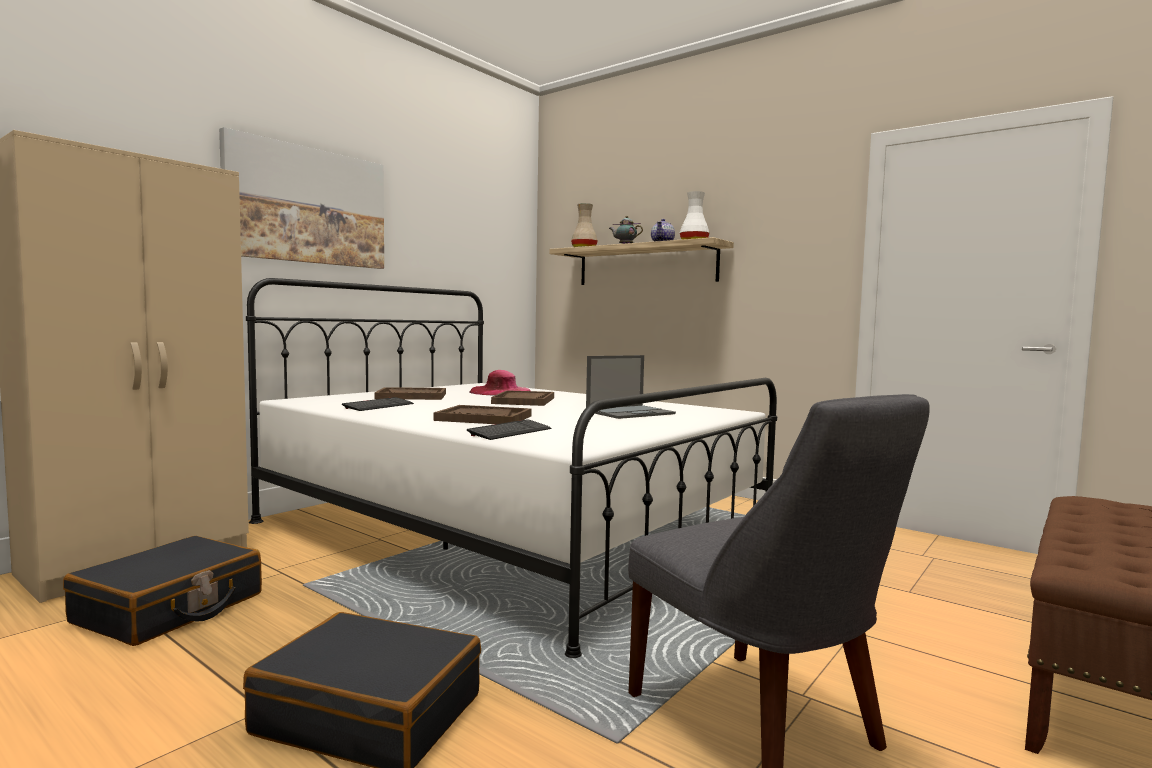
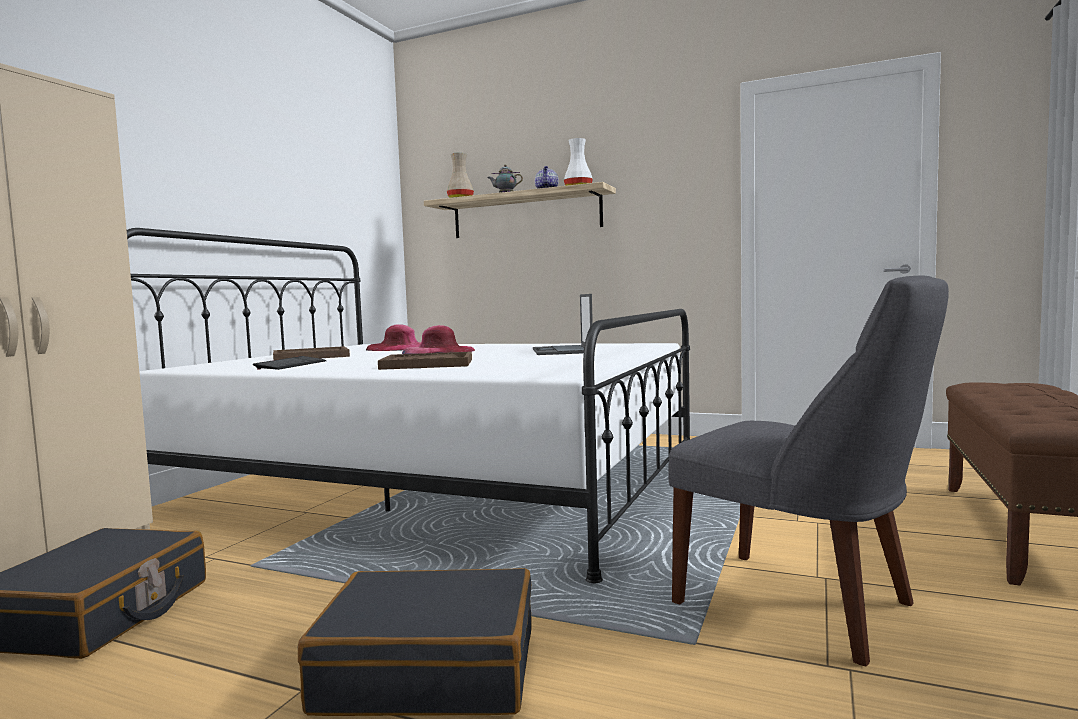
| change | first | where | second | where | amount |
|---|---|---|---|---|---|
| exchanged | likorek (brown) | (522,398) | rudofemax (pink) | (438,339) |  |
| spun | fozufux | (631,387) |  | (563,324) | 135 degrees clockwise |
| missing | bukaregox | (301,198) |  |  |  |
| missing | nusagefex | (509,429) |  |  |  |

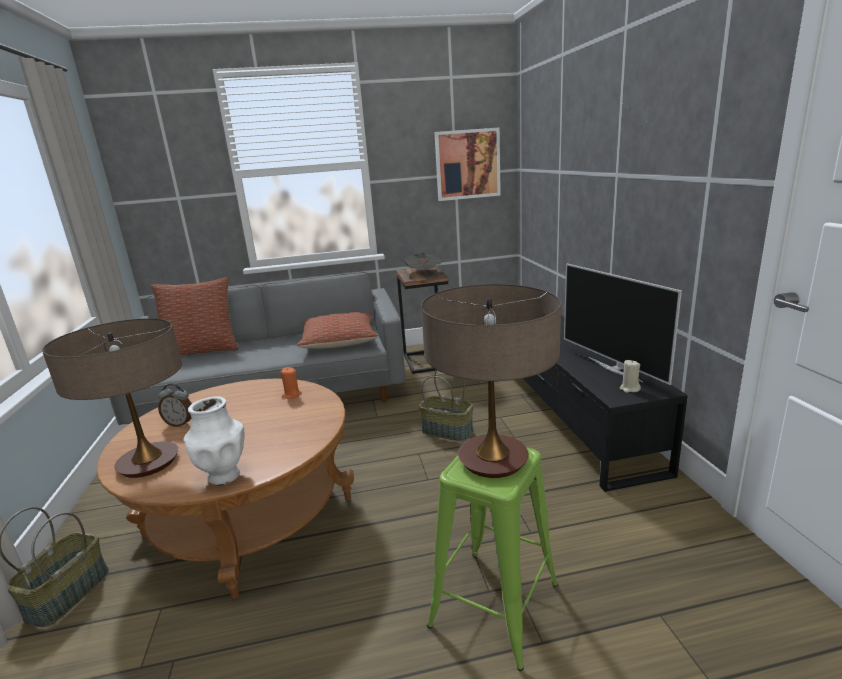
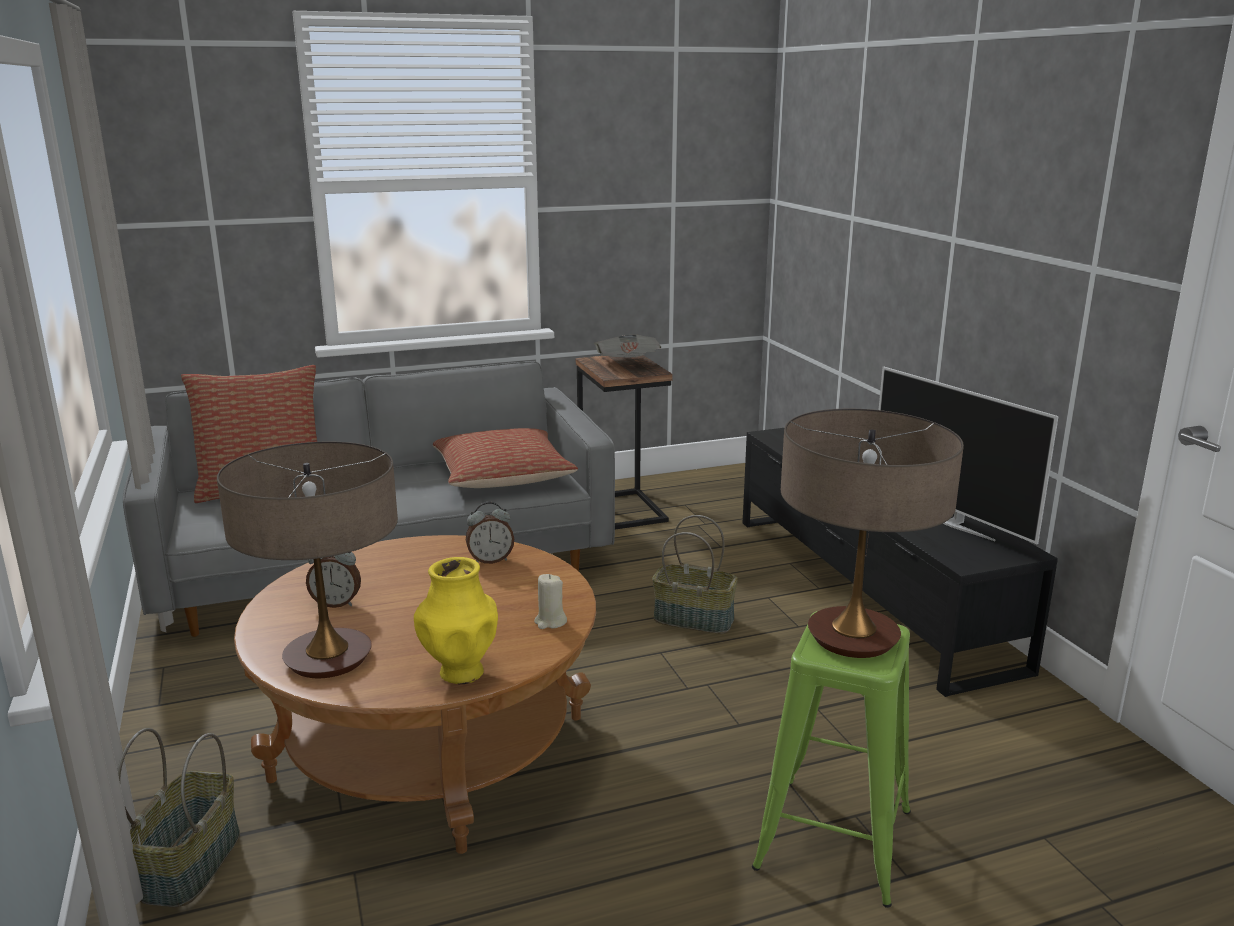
| change | first | where | second | where | amount |
|---|---|---|---|---|---|
| colour | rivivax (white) | (213,441) | rivivax (yellow) | (456,620) |  |
| exchanged | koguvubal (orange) | (291,383) | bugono | (490,533) |  |
| relocated | koguvubal (beige) | (630,376) |  | (550,601) |  |
| missing | bukaregox | (467,164) |  |  |  |

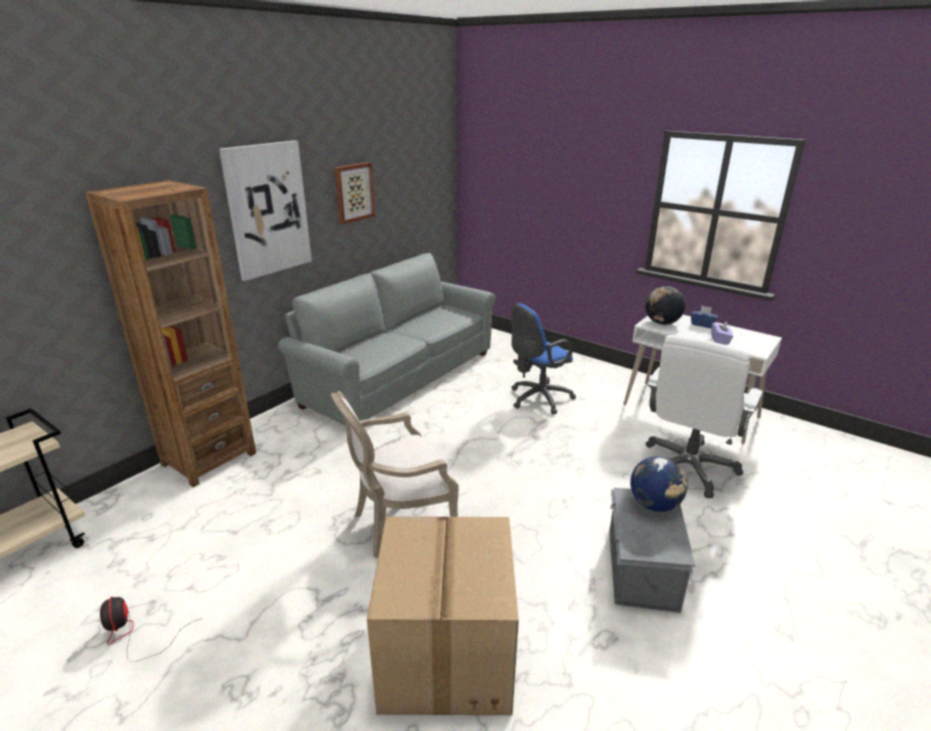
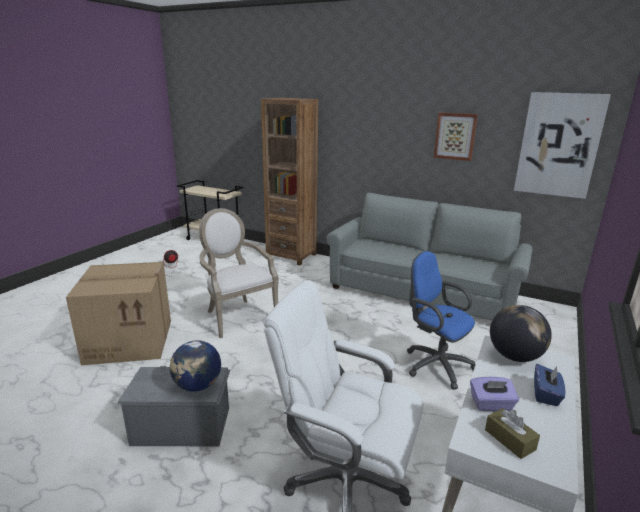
| change | first | where | second | where | amount |
|---|---|---|---|---|---|
| appeared |  |  | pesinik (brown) | (512,433) |  |
| relocated | bukaregox | (265,210) |  | (562,145) |  |

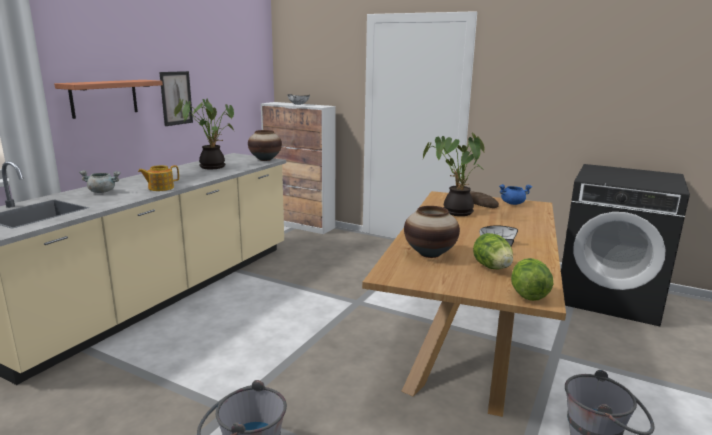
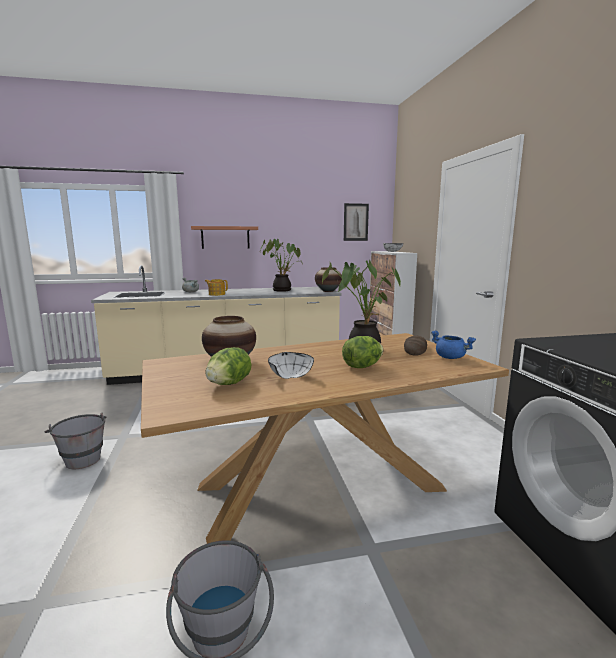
| change | first | where | second | where | amount |
|---|---|---|---|---|---|
| relocated | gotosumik | (532,279) |  | (362,352) |  |
| relocated | bukaregox | (176,98) |  | (356,222) |  |

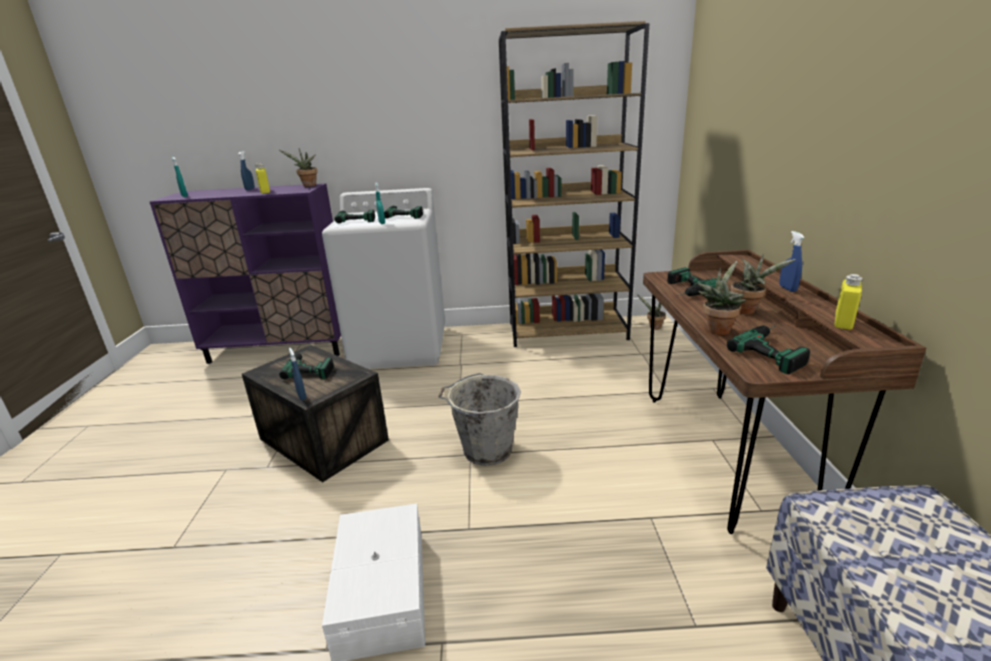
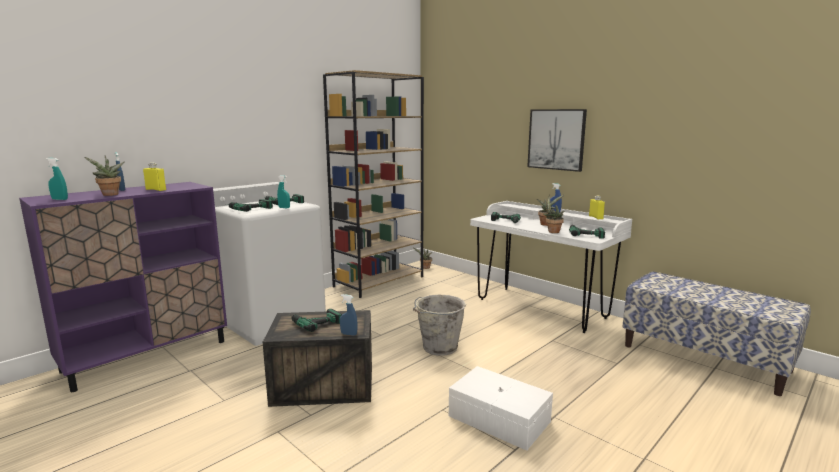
| change | first | where | second | where | amount |
|---|---|---|---|---|---|
| relocated | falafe | (298,168) |  | (104,176) |  |
| colour | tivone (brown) | (784,392) | tivone (white) | (551,267) |  |
| appeared |  |  | bukaregox | (557,140) |  |

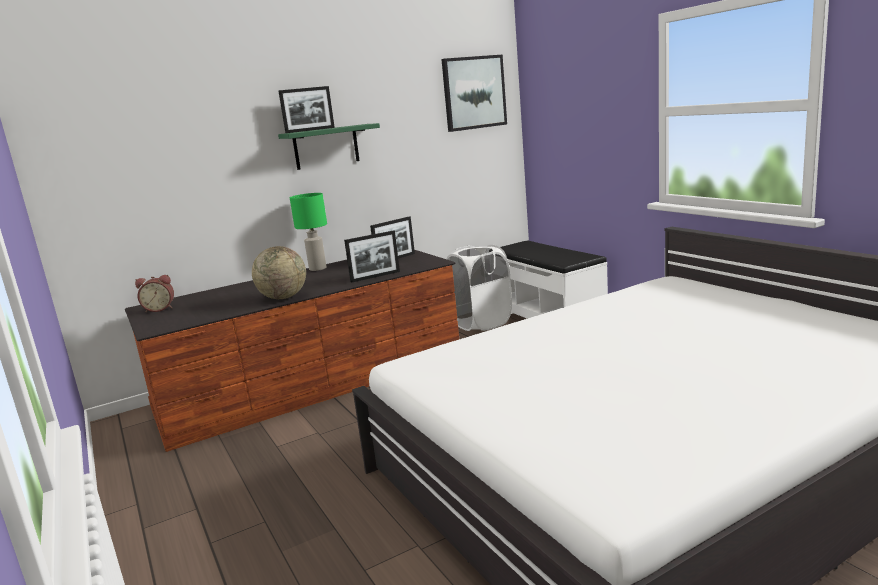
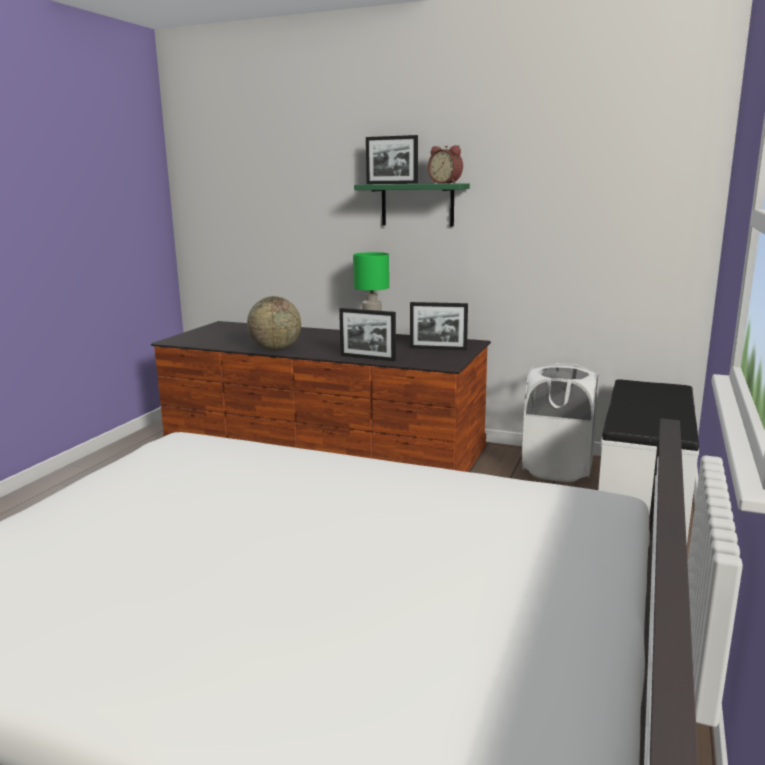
| change | first | where | second | where | amount |
|---|---|---|---|---|---|
| relocated | bugono | (154,293) |  | (445,164) |  |
| missing | bukaregox | (474,93) |  |  |  |

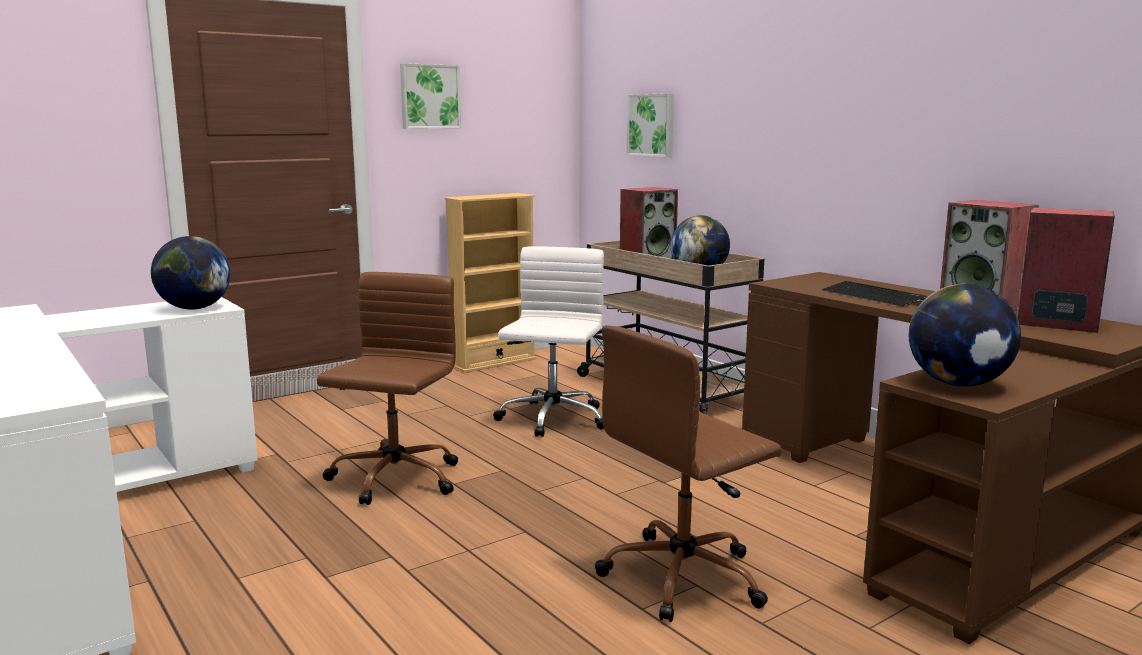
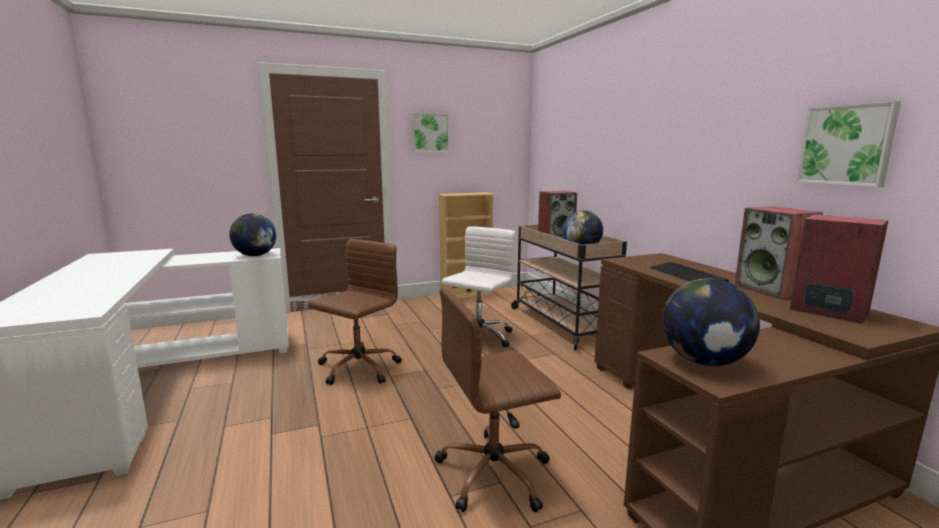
| change | first | where | second | where | amount |
|---|---|---|---|---|---|
| relocated | bukaregox | (650,125) |  | (849,144) |  |

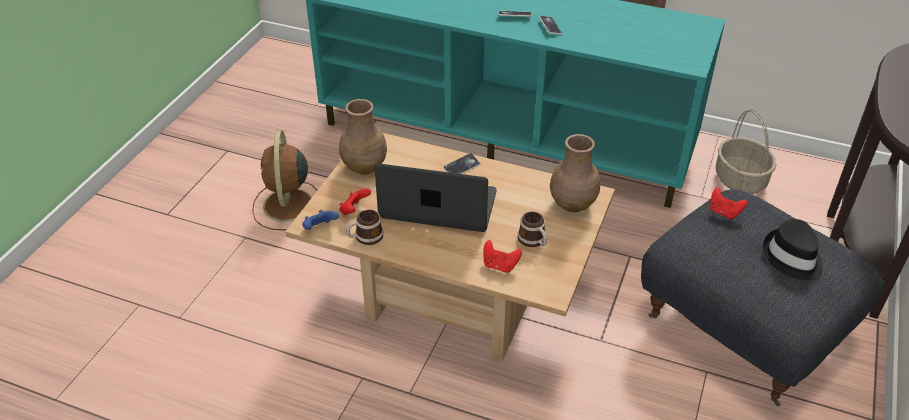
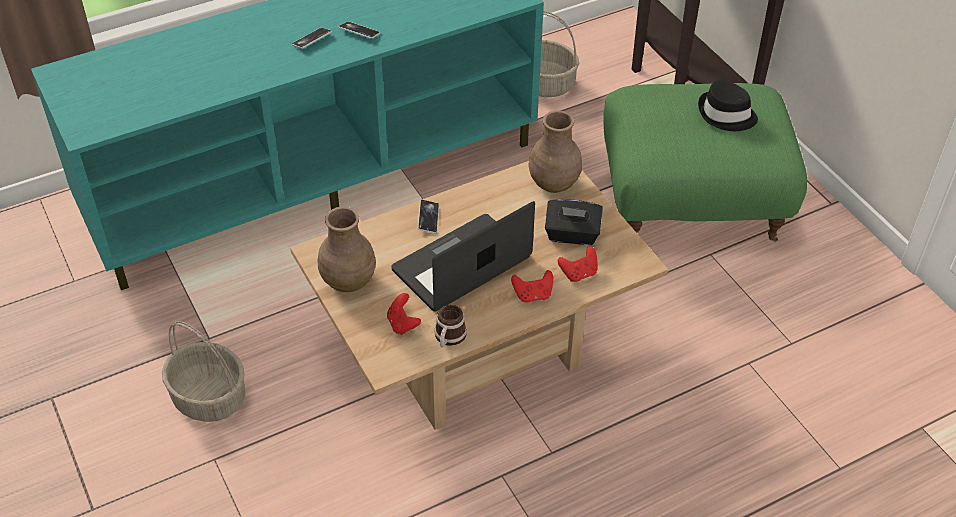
| change | first | where | second | where | amount |
|---|---|---|---|---|---|
| exchanged | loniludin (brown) | (284,180) | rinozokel | (203,371) |  |
| relocated | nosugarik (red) | (729,204) |  | (532,286) |  |
| exchanged | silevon | (532,229) | pesinik (black) | (574,222) |  |
| colour | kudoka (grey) | (762,298) | kudoka (green) | (705,162) |  |
| missing | nosugarik (blue) | (320,220) |  |  |  |

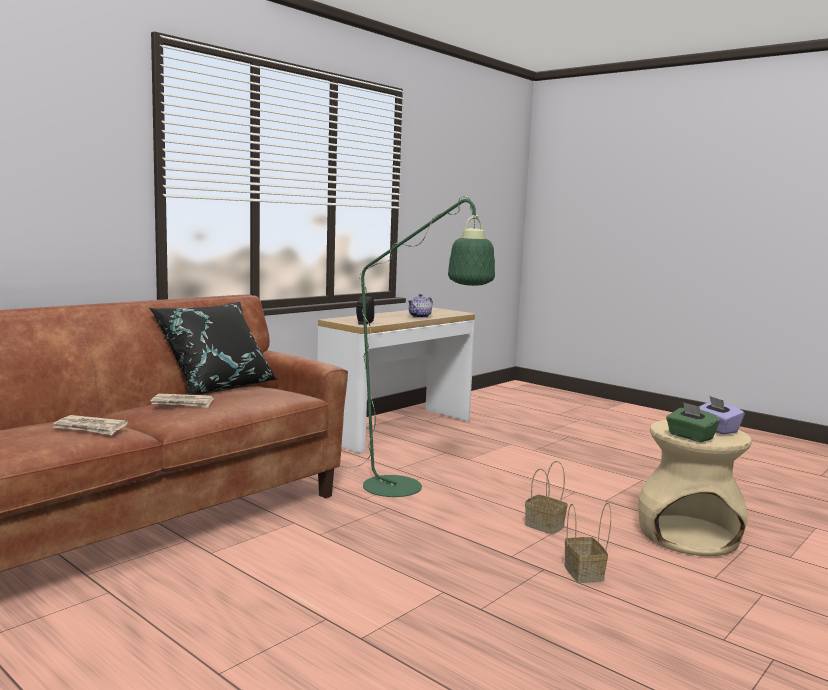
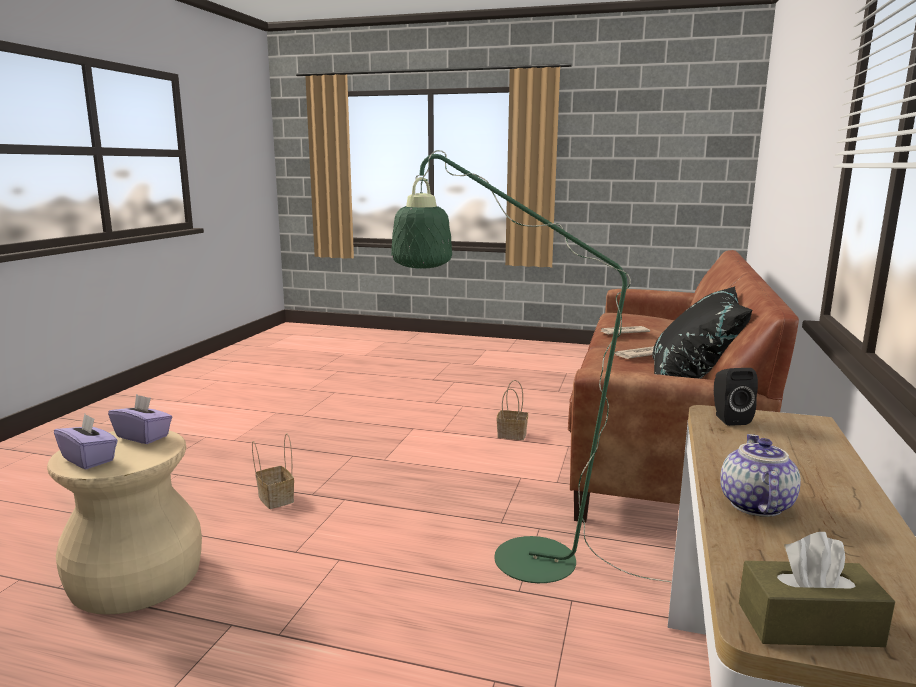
| change | first | where | second | where | amount |
|---|---|---|---|---|---|
| colour | pesinik (green) | (693,422) | pesinik (purple) | (140,419) |  |
| relocated | rinozokel | (546,497) |  | (512,410) |  |
| appeared |  |  | pesinik (brown) | (817,589) |  |

